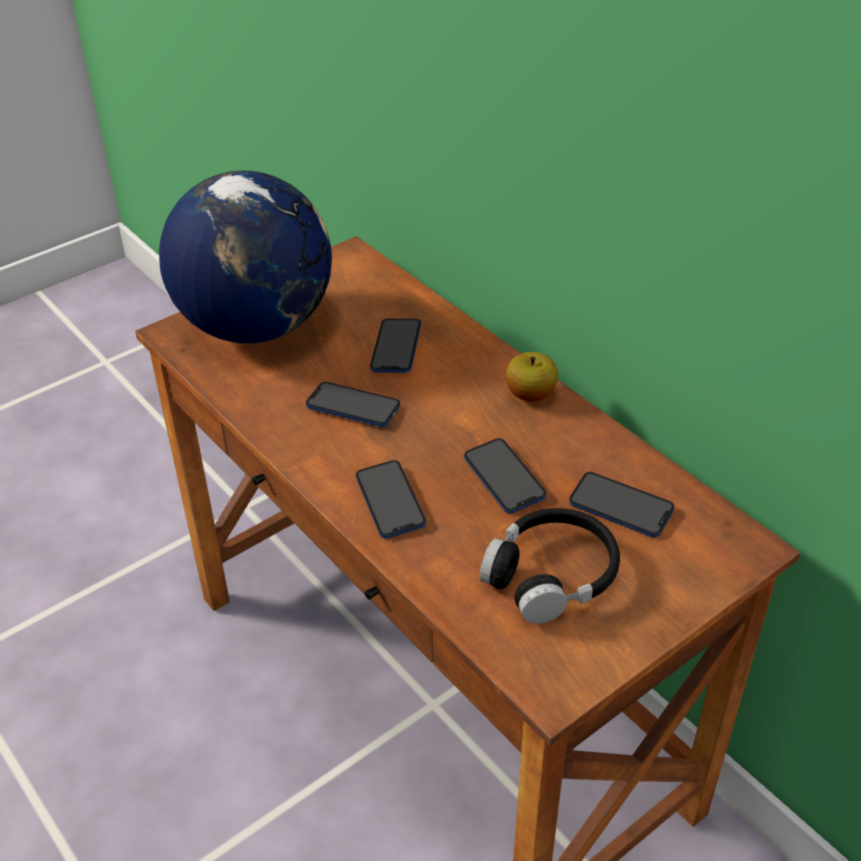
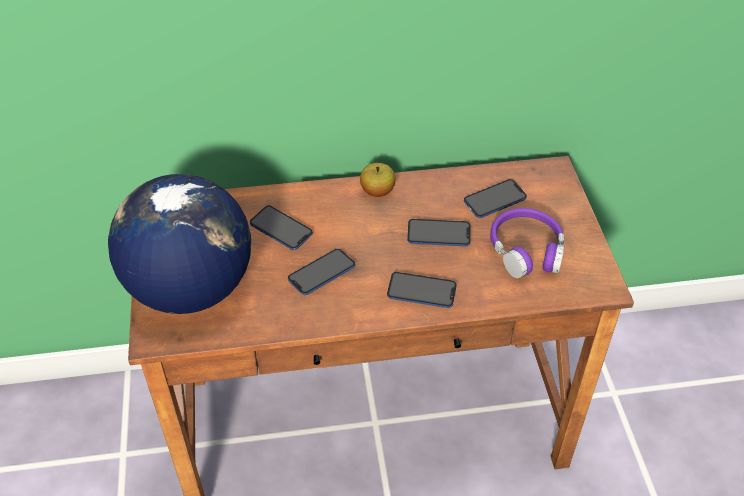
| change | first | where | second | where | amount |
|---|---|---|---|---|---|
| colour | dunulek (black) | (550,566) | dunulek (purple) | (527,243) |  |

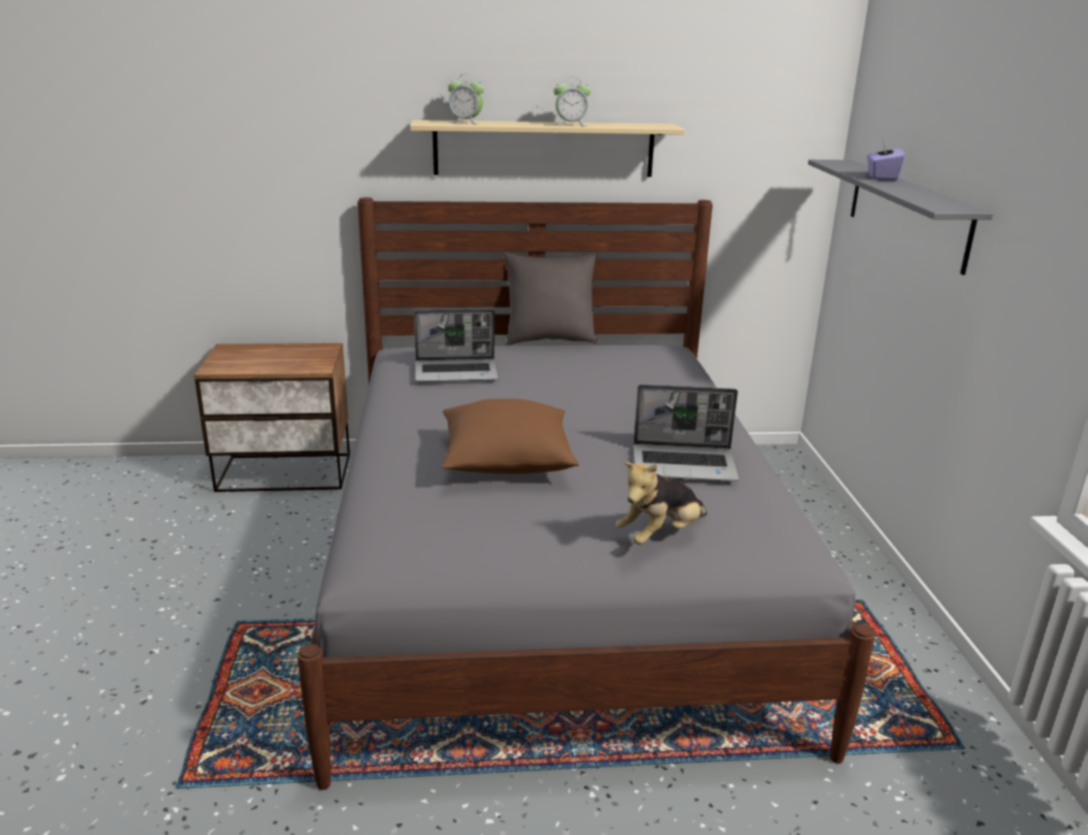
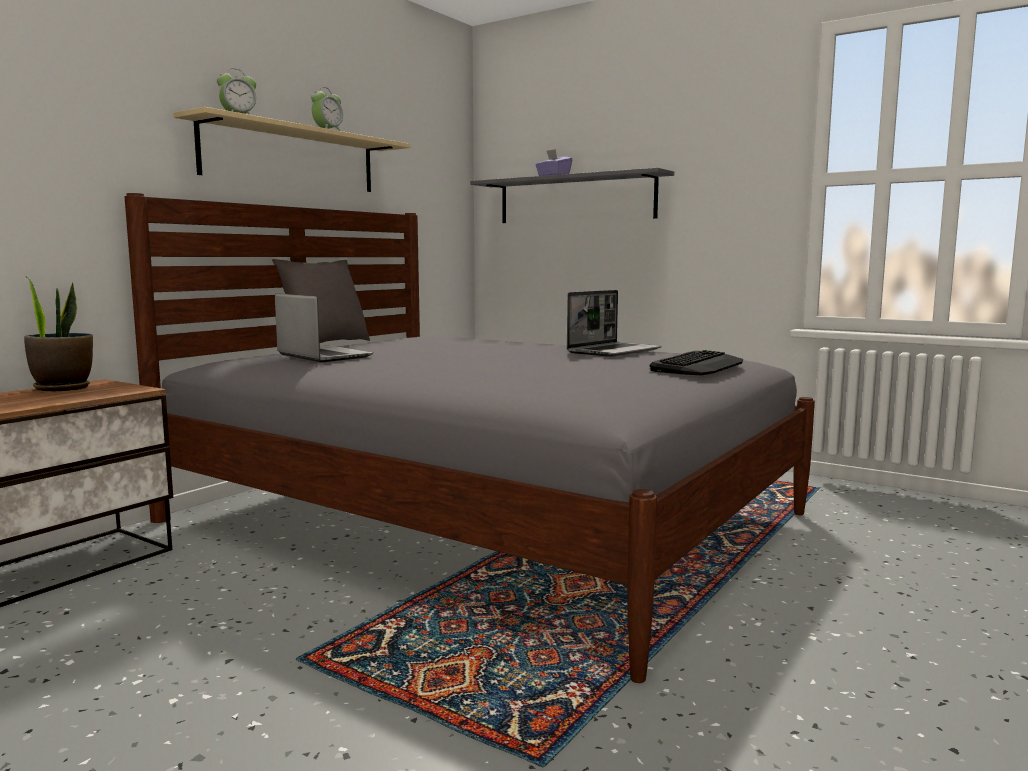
| change | first | where | second | where | amount |
|---|---|---|---|---|---|
| appeared |  |  | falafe | (58,333) |  |
| spun | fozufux | (456,345) |  | (324,327) | 75 degrees counterclockwise |
| exchanged | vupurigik | (661,503) | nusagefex | (696,362) |  |
| missing | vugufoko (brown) | (510,436) |  |  |  |

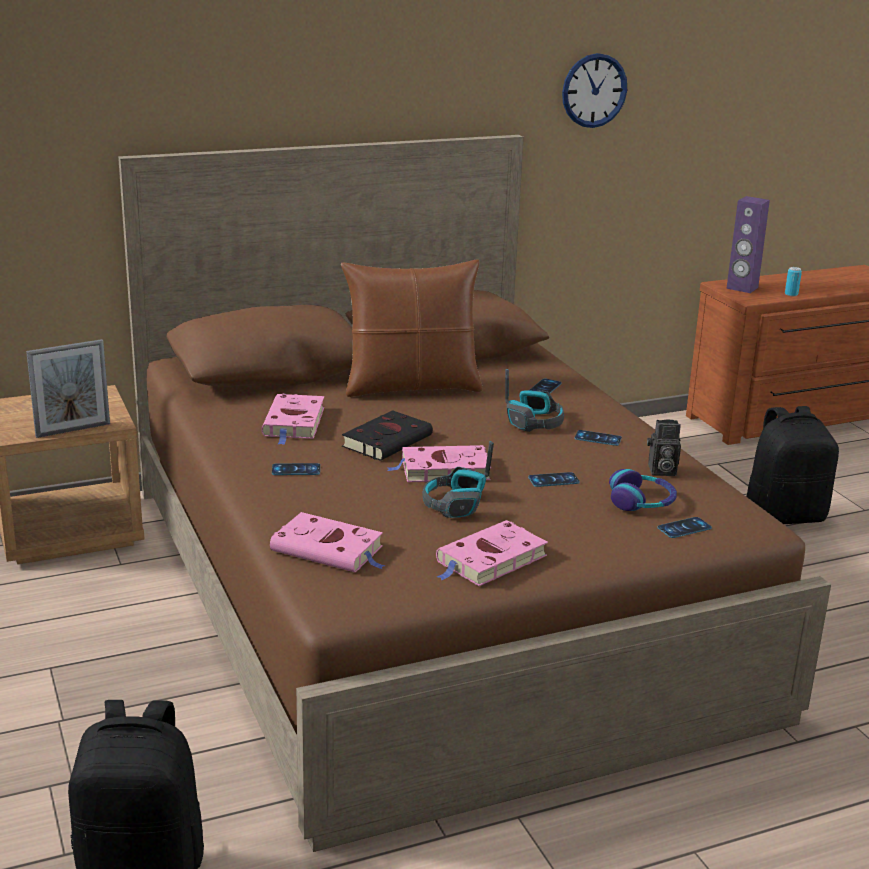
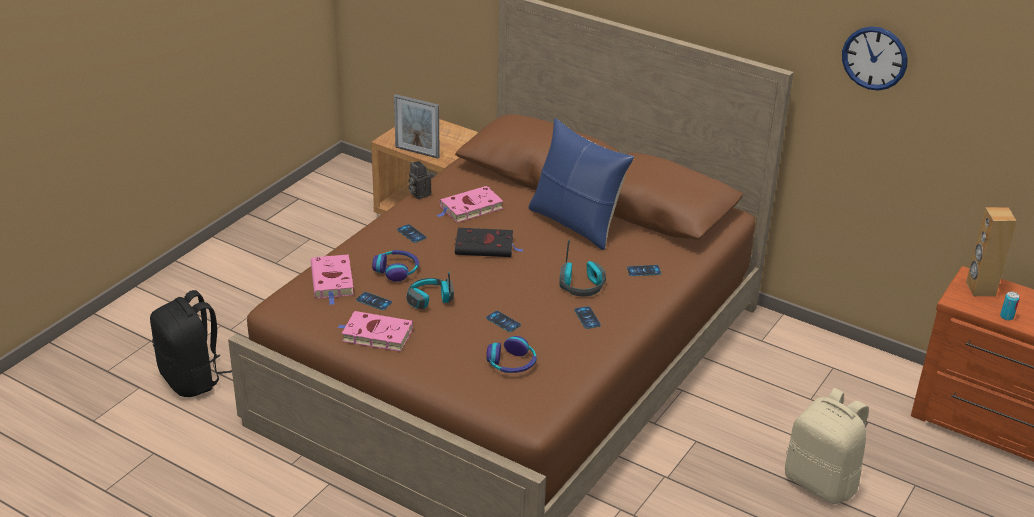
| change | first | where | second | where | amount |
|---|---|---|---|---|---|
| relocated | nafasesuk | (684,527) |  | (374,301) |  |
| appeared |  |  | dunulek | (395,266) |  |
| relocated | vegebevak | (664,448) |  | (420,180) |  |
| colour | vugufoko (brown) | (412,328) | vugufoko (blue) | (581,184) |  |
| colour | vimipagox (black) | (792,465) | vimipagox (beige) | (827,446) |  |
| colour | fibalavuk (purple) | (748,244) | fibalavuk (brown) | (991,251) |  |
| missing | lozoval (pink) | (439,463) |  |  |  |

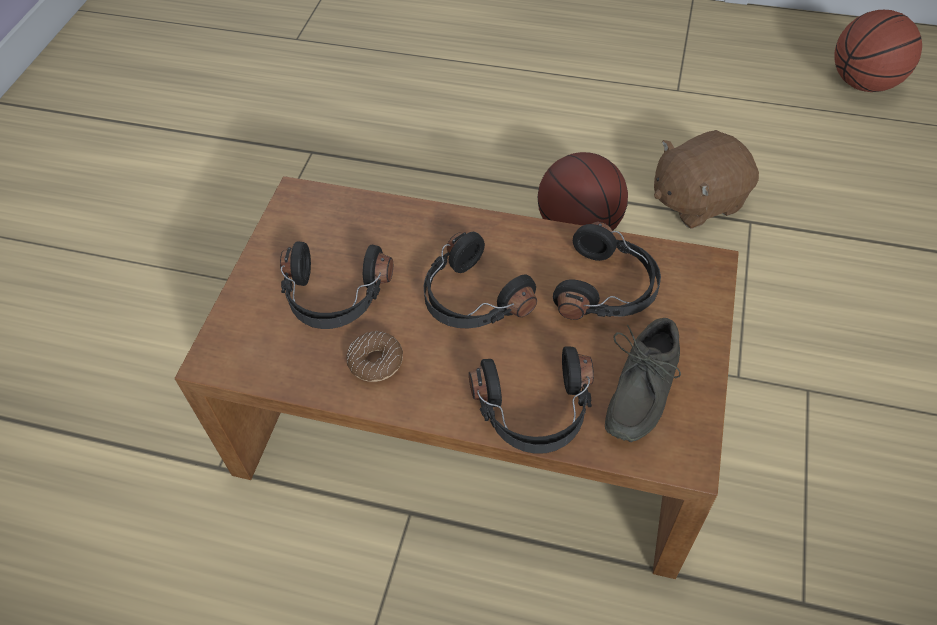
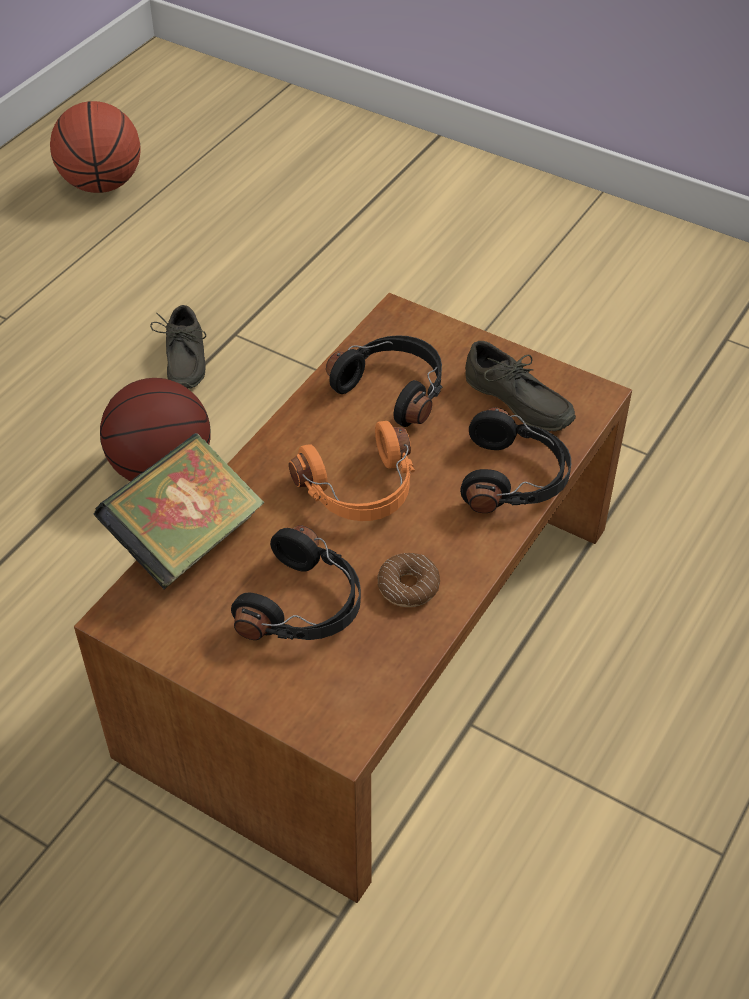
| change | first | where | second | where | amount |
|---|---|---|---|---|---|
| appeared |  |  | lozoval | (179,511) |  |
| exchanged | vupurigik (brown) | (706,179) | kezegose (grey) | (178,346) |  |
| colour | dunulek (black) | (480,280) | dunulek (orange) | (352,471) |  |

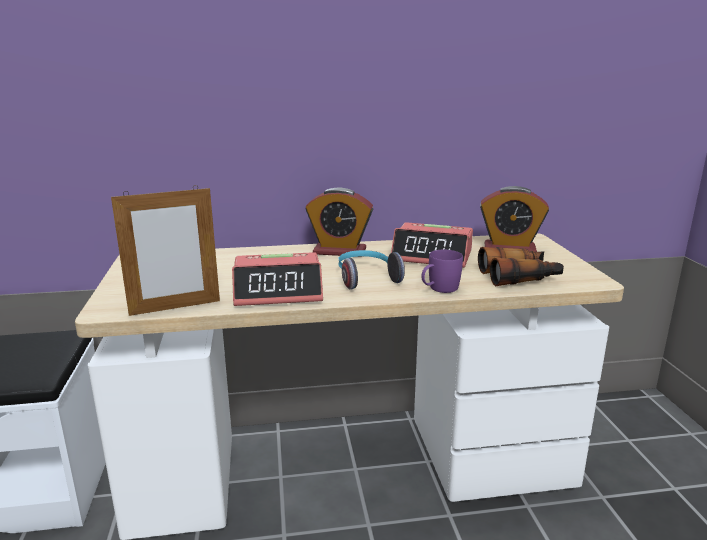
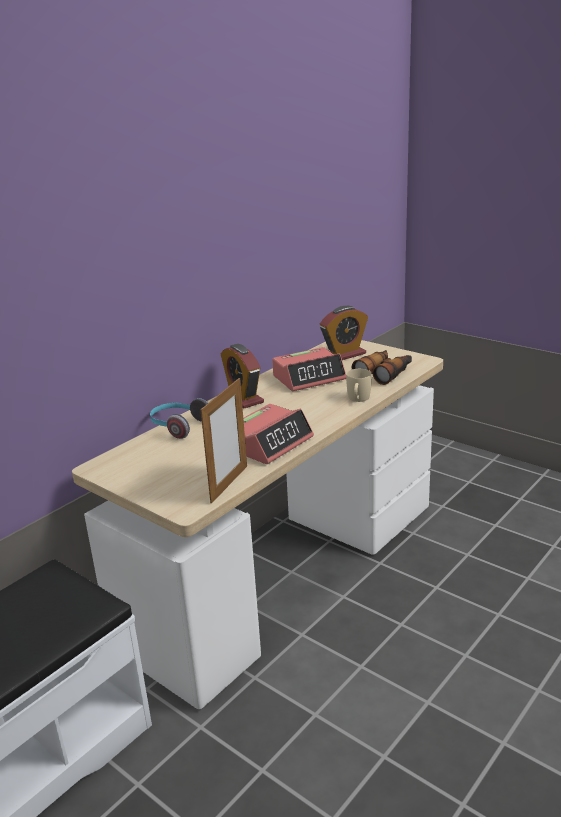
| change | first | where | second | where | amount |
|---|---|---|---|---|---|
| relocated | dunulek | (372,270) |  | (179,418) |  |
| spun | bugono | (339,222) |  | (242,376) | 90 degrees clockwise |
| colour | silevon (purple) | (442,271) | silevon (beige) | (359,385) |  |

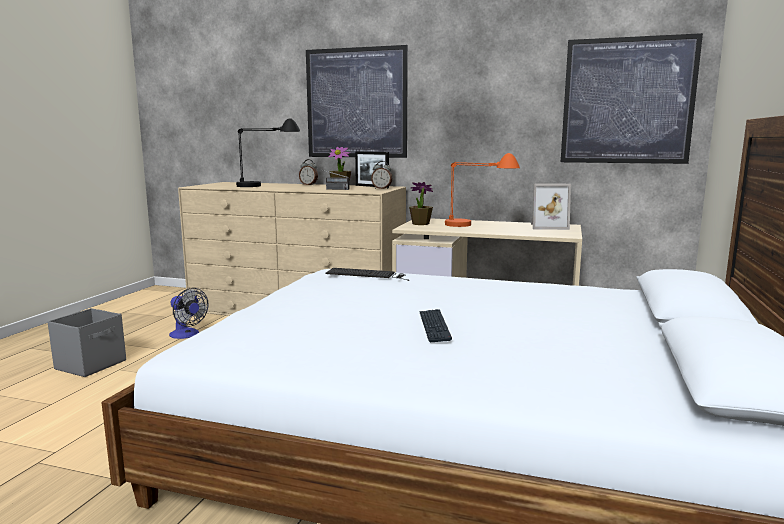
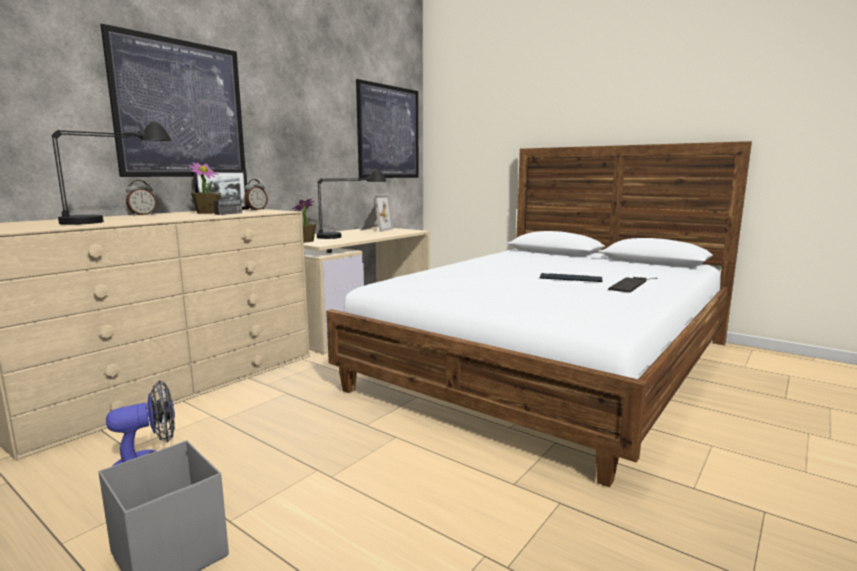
| change | first | where | second | where | amount |
|---|---|---|---|---|---|
| colour | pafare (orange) | (482,190) | pafare (black) | (351,204) |  |
| relocated | nusagefex | (367,274) |  | (633,285) |  |

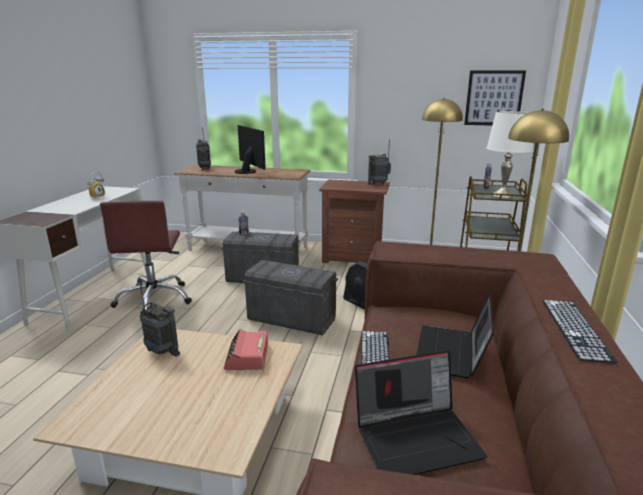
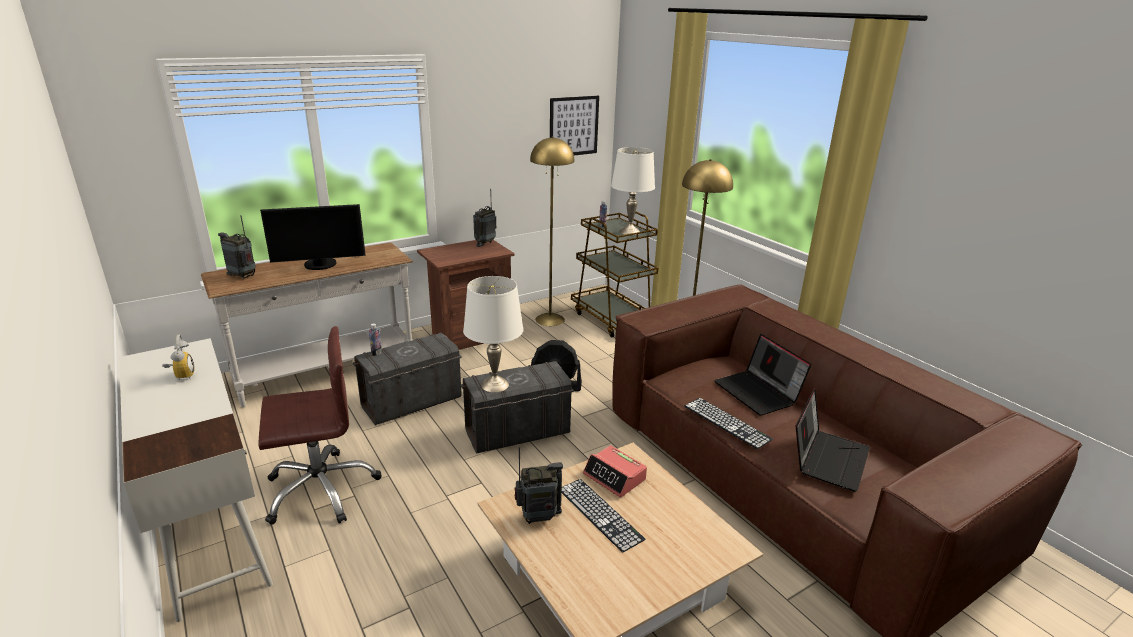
| change | first | where | second | where | amount |
|---|---|---|---|---|---|
| spun | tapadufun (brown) | (146,256) |  | (320,425) | 60 degrees counterclockwise |
| spun | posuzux | (250,149) |  | (313,237) | 150 degrees clockwise |
| appeared |  |  | pafare (white) | (493,334) |  |
| relocated | nusagefex | (579,331) |  | (604,516) |  |

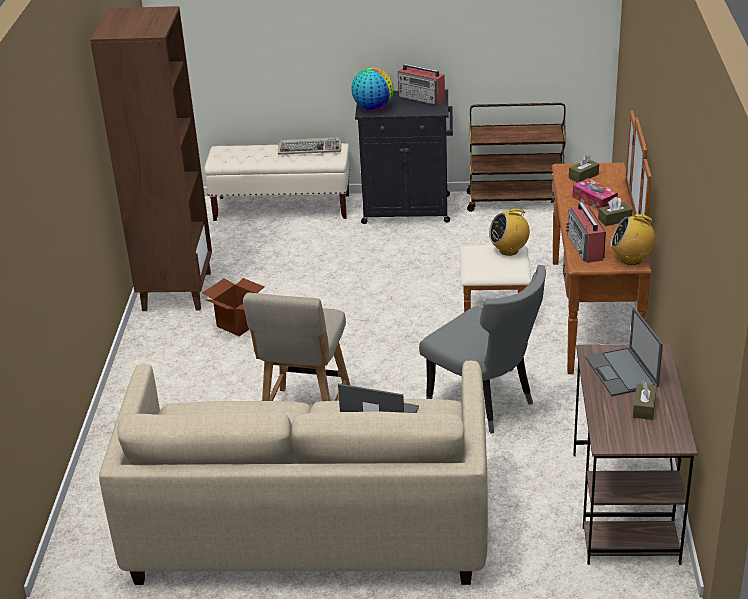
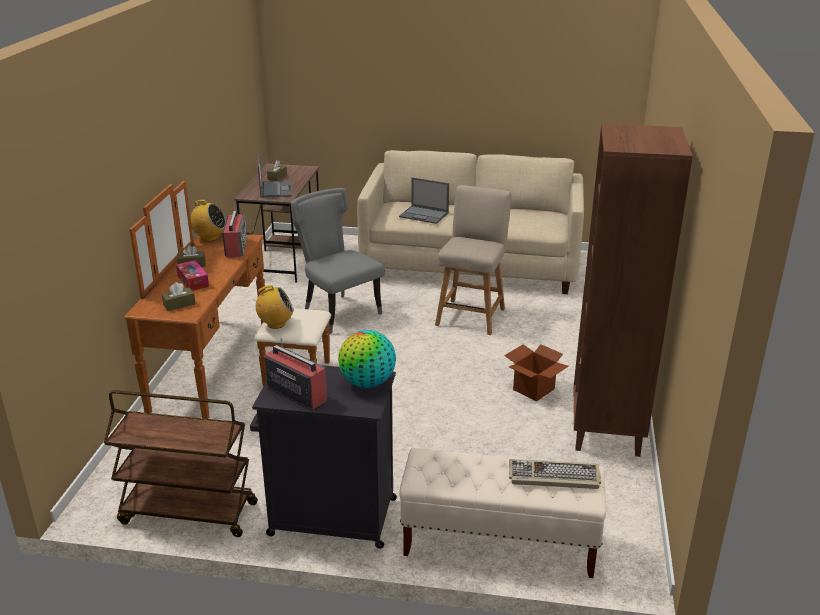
| change | first | where | second | where | amount |
|---|---|---|---|---|---|
| relocated | nusagefex | (309,146) |  | (555,474) |  |

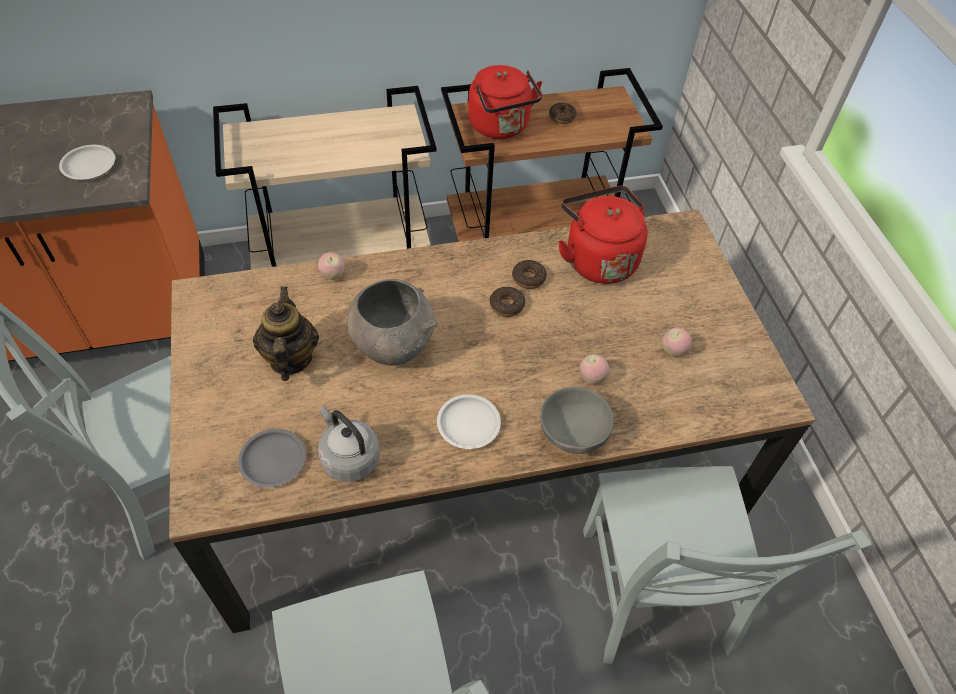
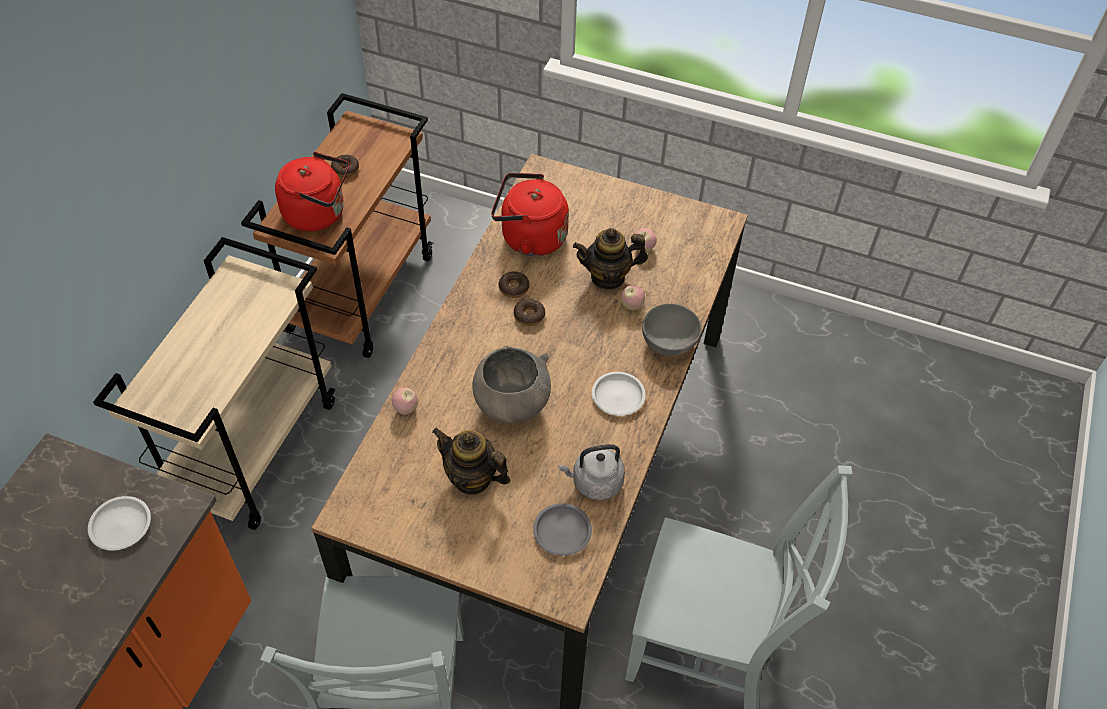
| change | first | where | second | where | amount |
|---|---|---|---|---|---|
| appeared |  |  | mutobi | (610,259) |  |
| missing | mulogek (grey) | (727,565) |  |  |  |

